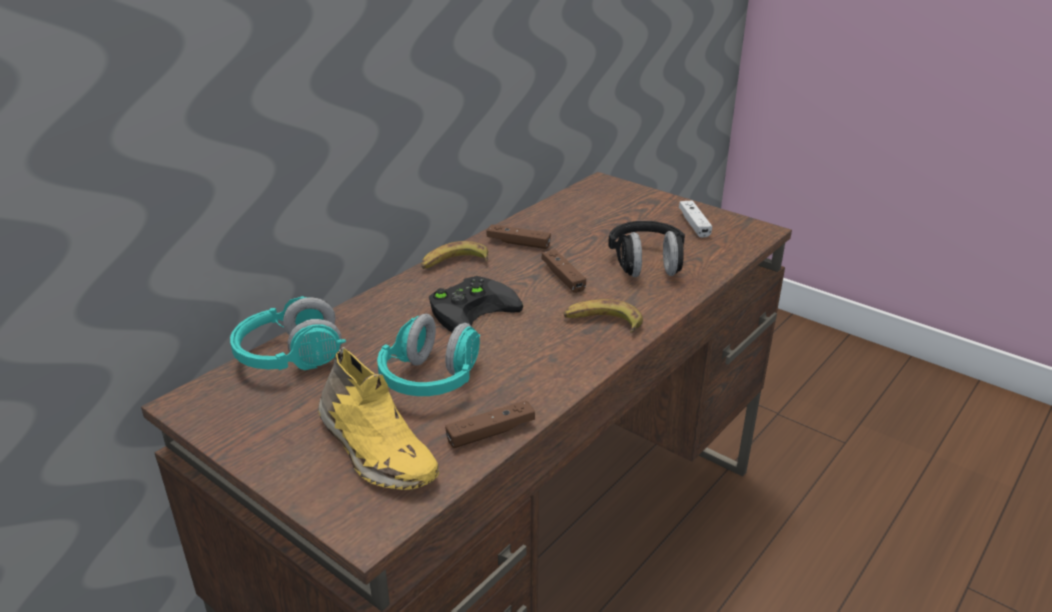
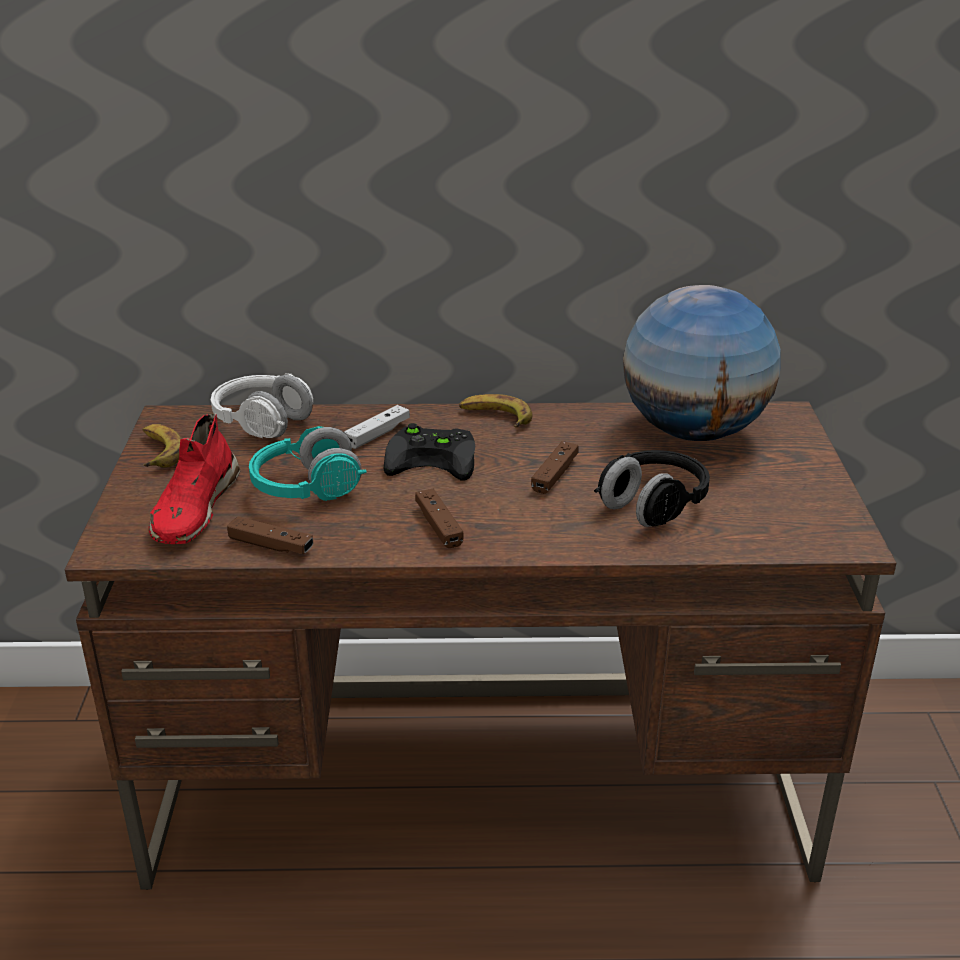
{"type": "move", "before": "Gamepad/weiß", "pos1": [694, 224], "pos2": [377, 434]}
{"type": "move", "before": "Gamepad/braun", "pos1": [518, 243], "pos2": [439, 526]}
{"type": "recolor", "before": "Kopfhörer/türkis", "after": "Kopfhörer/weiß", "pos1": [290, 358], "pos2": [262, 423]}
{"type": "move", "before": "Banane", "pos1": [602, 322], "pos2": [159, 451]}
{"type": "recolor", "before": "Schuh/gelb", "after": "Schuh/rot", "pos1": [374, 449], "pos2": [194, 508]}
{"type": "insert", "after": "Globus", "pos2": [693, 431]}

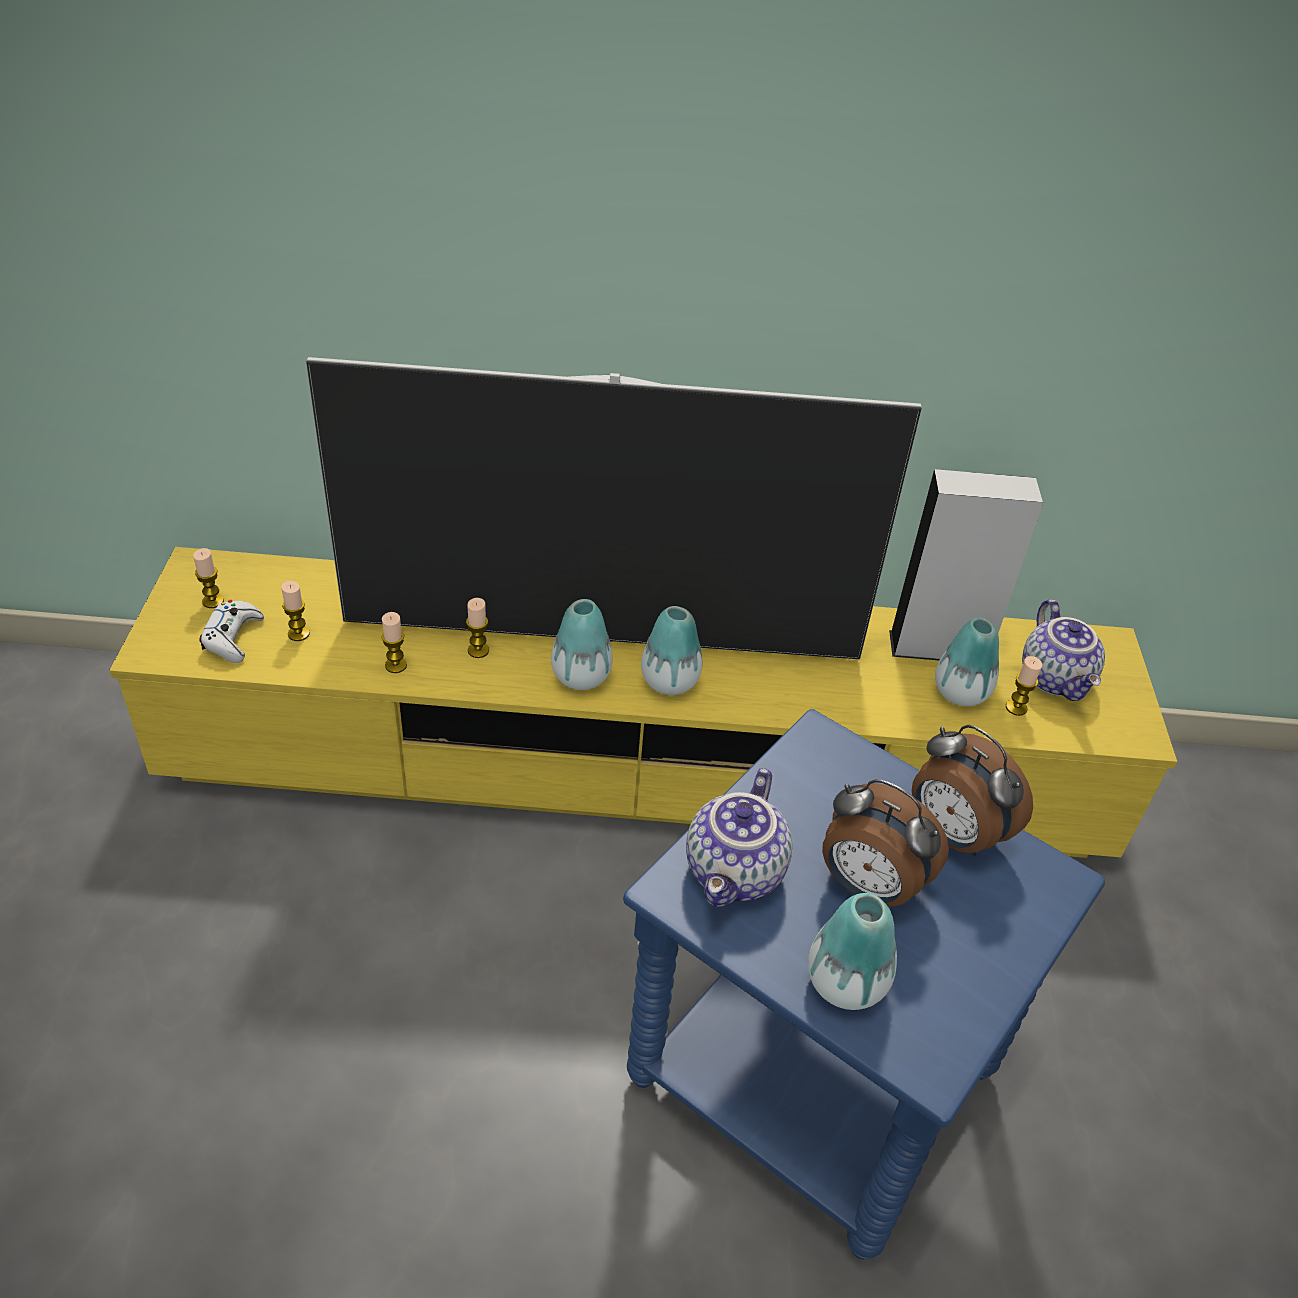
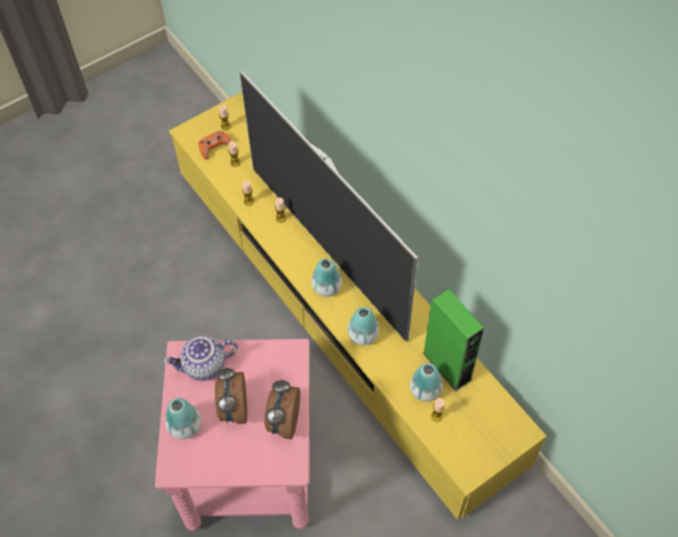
{"type": "recolor", "before": "Lautsprecher/grau", "after": "Lautsprecher/grün", "pos1": [939, 647], "pos2": [447, 366]}
{"type": "move", "before": "Vase", "pos1": [581, 676], "pos2": [363, 335]}
{"type": "delete", "before": "Teekanne", "pos1": [1056, 679]}
{"type": "recolor", "before": "Gamepad/weiß", "after": "Gamepad/orange", "pos1": [233, 638], "pos2": [214, 147]}
{"type": "recolor", "before": "Beistelltisch/blau", "after": "Beistelltisch/rosa", "pos1": [814, 1074], "pos2": [251, 468]}

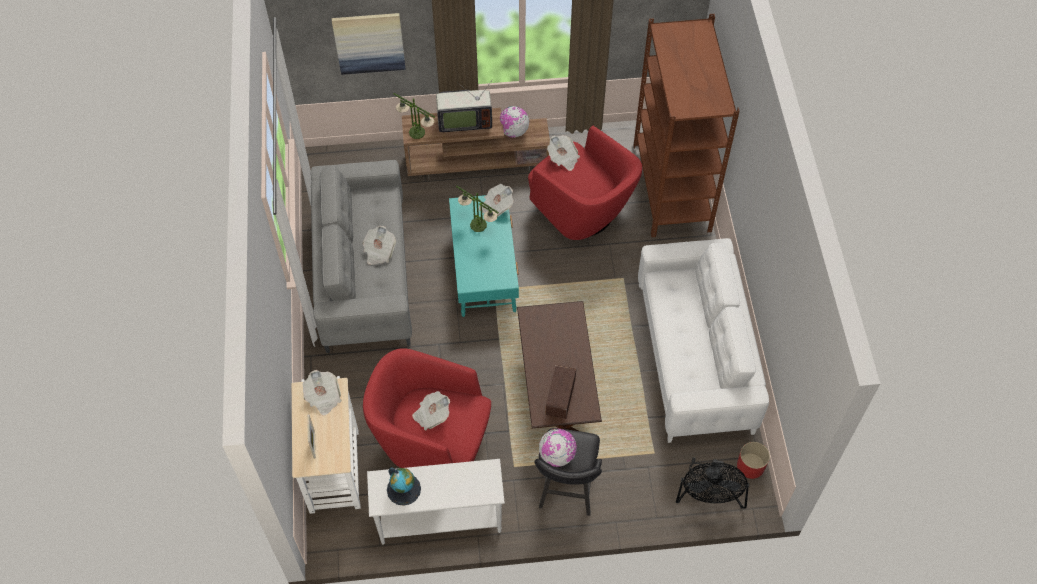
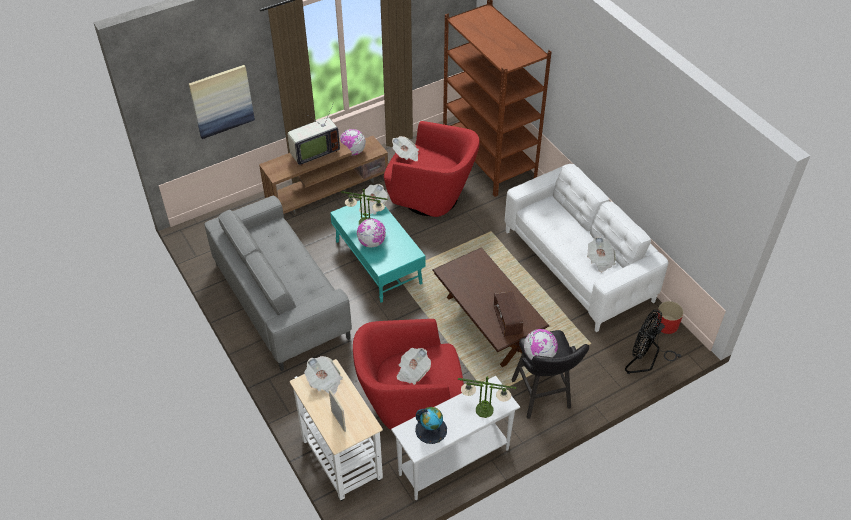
{"type": "move", "before": "Tischlampe", "pos1": [416, 132], "pos2": [484, 410]}
{"type": "move", "before": "Zeitung", "pos1": [379, 251], "pos2": [600, 260]}
{"type": "rotate", "before": "Ventilator/schwarz", "pos1": [707, 492], "pos2": [647, 355], "turn": 135}
{"type": "insert", "after": "Globus", "pos2": [372, 243]}

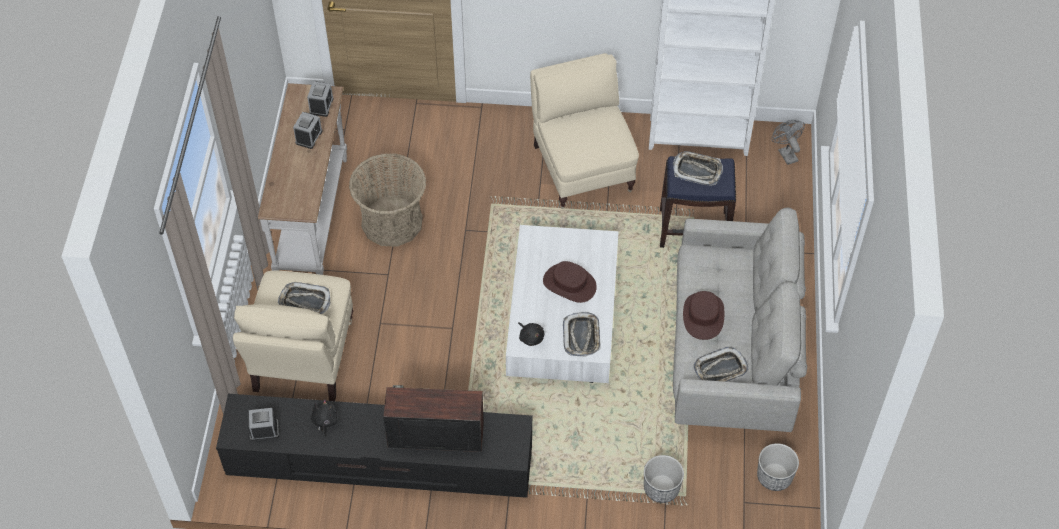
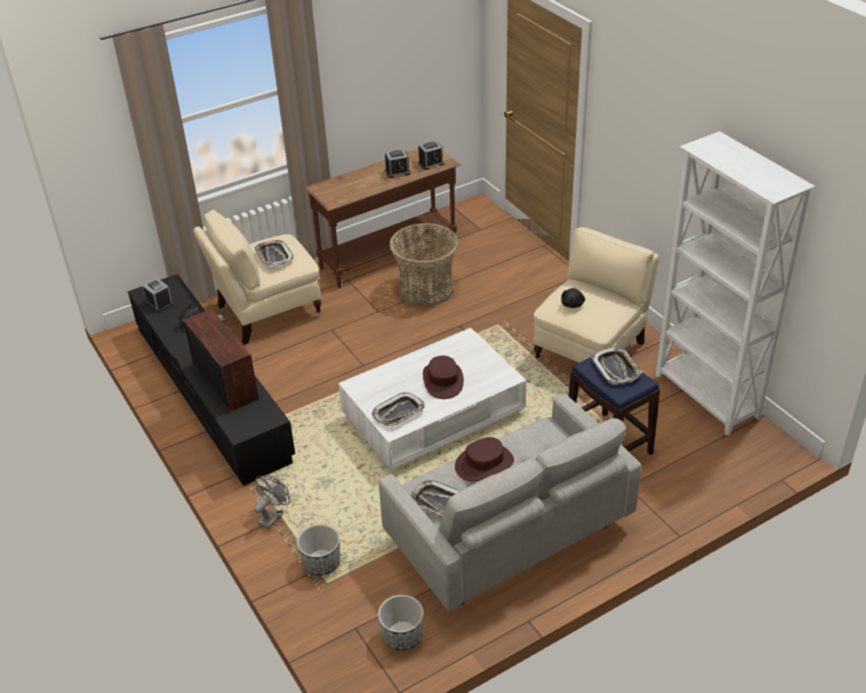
{"type": "recolor", "before": "Konsolentisch/weiß", "after": "Konsolentisch/braun", "pos1": [314, 218], "pos2": [389, 256]}
{"type": "move", "before": "Ventilator/grau", "pos1": [786, 153], "pos2": [273, 516]}
{"type": "move", "before": "Plüschtier/schwarz", "pos1": [531, 337], "pos2": [572, 304]}

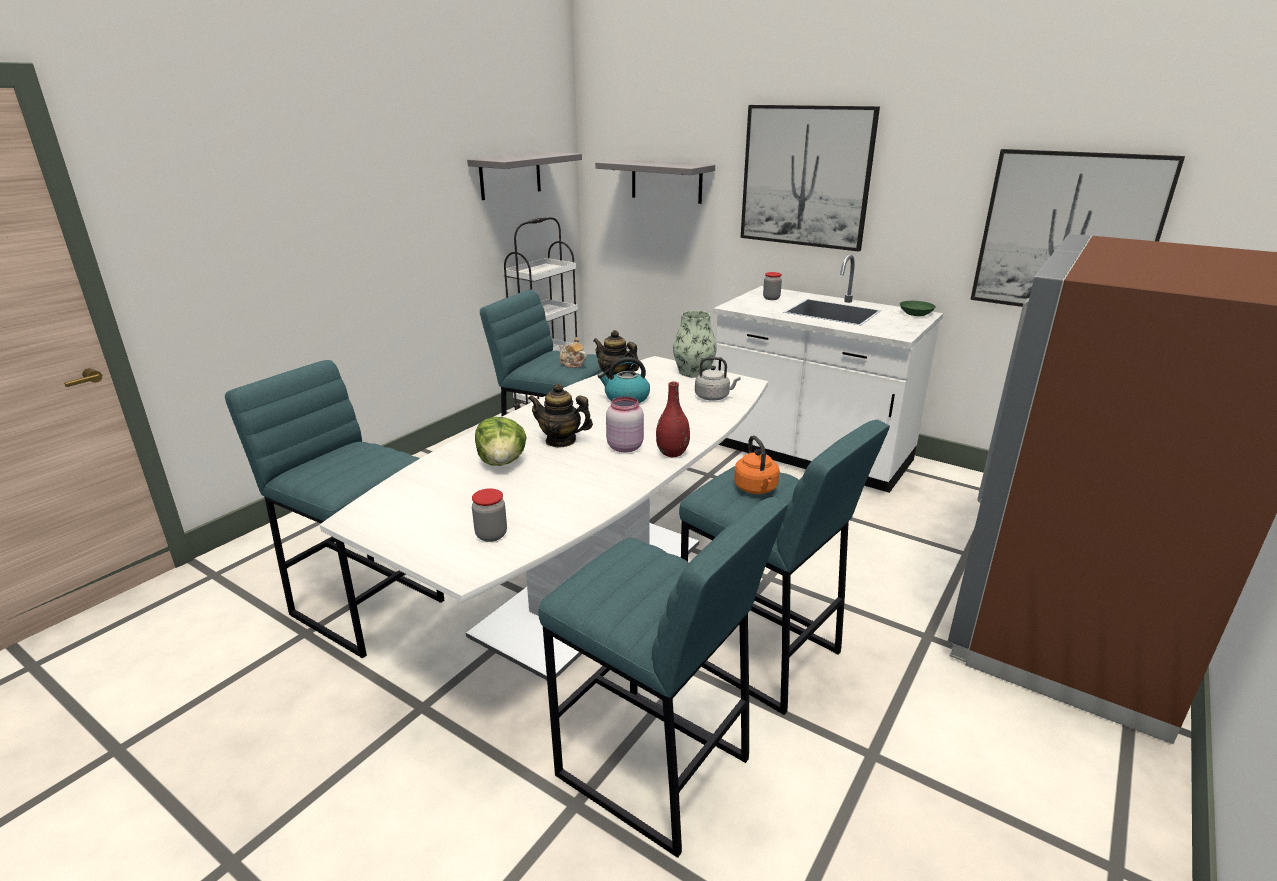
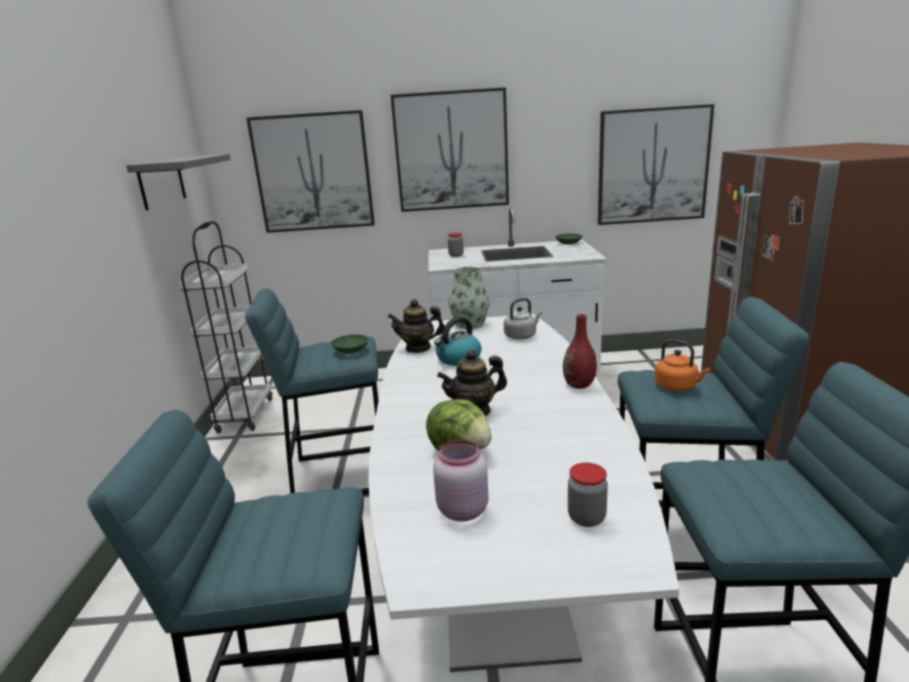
{"type": "replace", "before": "Wandregal/grau", "after": "Bild", "pos1": [666, 181], "pos2": [313, 173]}
{"type": "replace", "before": "Teekanne", "after": "Schüssel/grün", "pos1": [572, 364], "pos2": [351, 350]}
{"type": "move", "before": "Vorratsglas/rosa", "pos1": [624, 447], "pos2": [461, 509]}

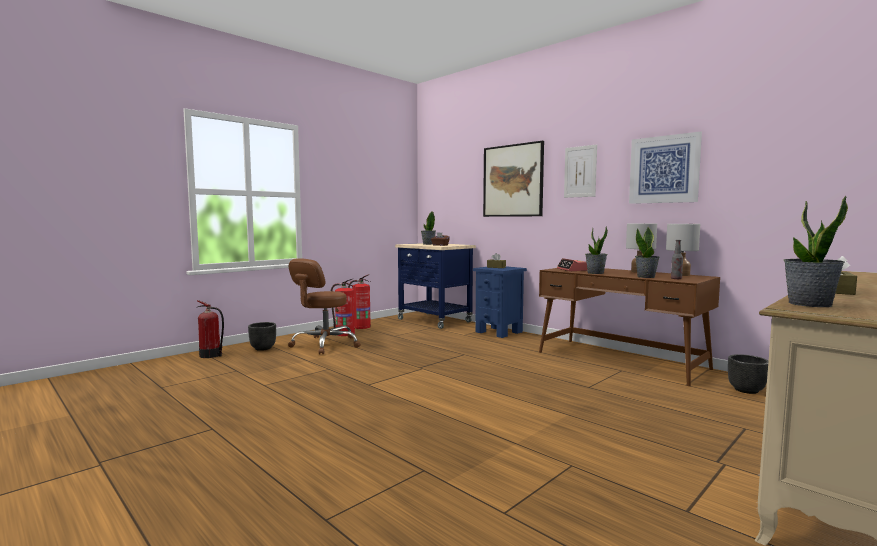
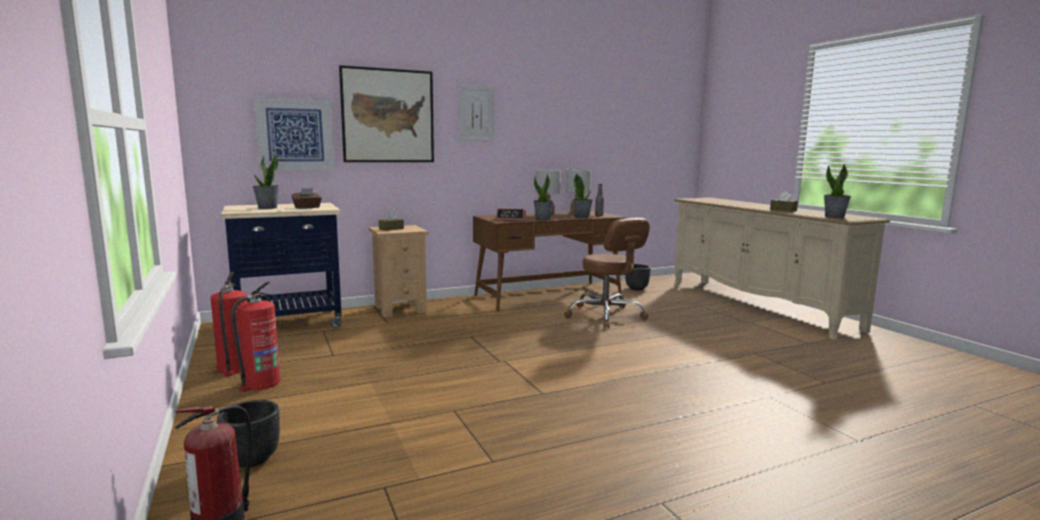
{"type": "move", "before": "Bild", "pos1": [664, 169], "pos2": [295, 134]}
{"type": "move", "before": "Bürostuhl/braun", "pos1": [323, 345], "pos2": [607, 317]}
{"type": "recolor", "before": "Nachttisch/blau", "after": "Nachttisch/beige", "pos1": [498, 332], "pos2": [401, 309]}

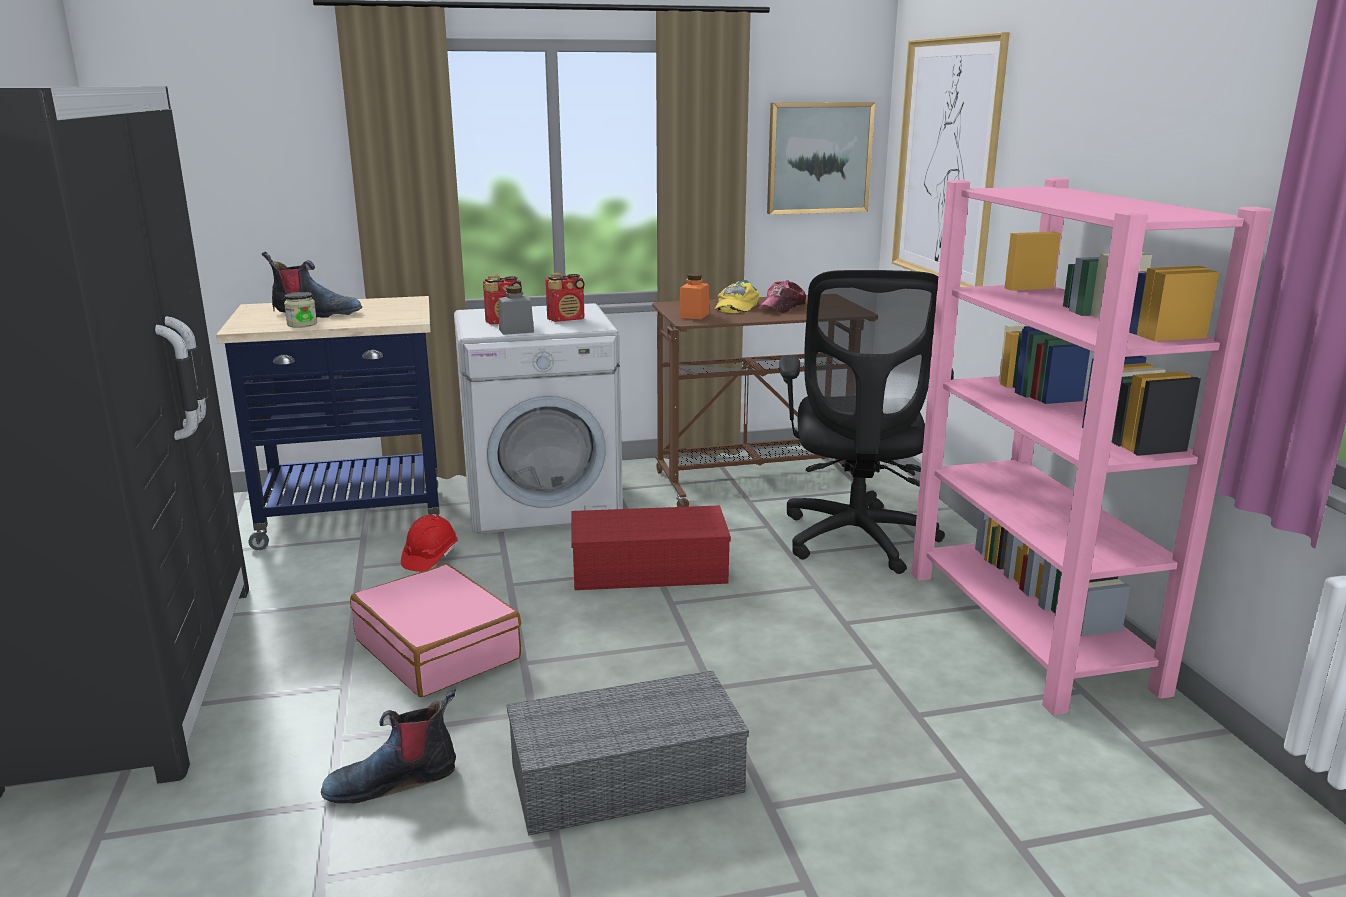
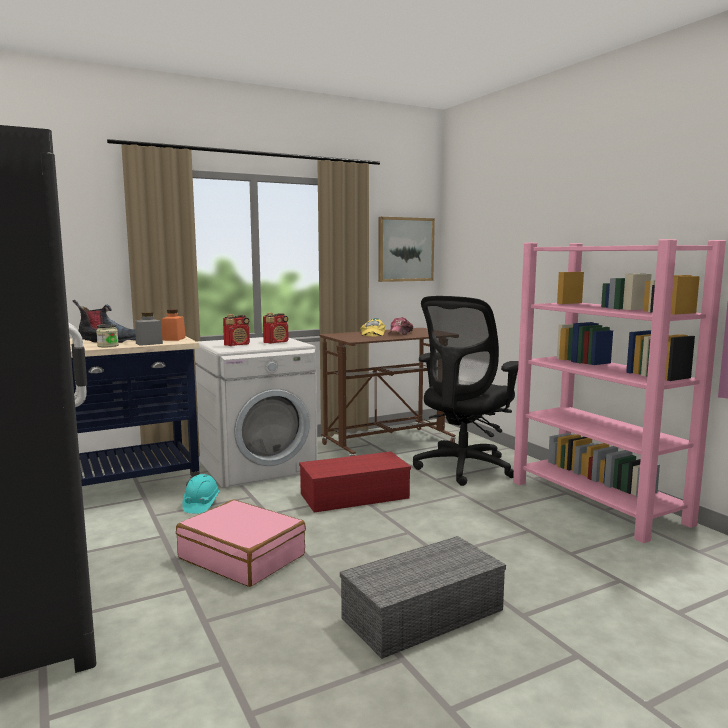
{"type": "delete", "before": "Bild", "pos1": [946, 162]}
{"type": "rotate", "before": "Bürostuhl/schwarz", "pos1": [854, 534], "pos2": [465, 465], "turn": 45}
{"type": "move", "before": "Vorratsglas/orange", "pos1": [694, 315], "pos2": [173, 339]}
{"type": "move", "before": "Vorratsglas/grau", "pos1": [516, 330], "pos2": [149, 343]}
{"type": "recolor", "before": "Schutzhelm/rot", "after": "Schutzhelm/türkis", "pos1": [430, 557], "pos2": [201, 504]}
{"type": "delete", "before": "Stiefel", "pos1": [393, 780]}

